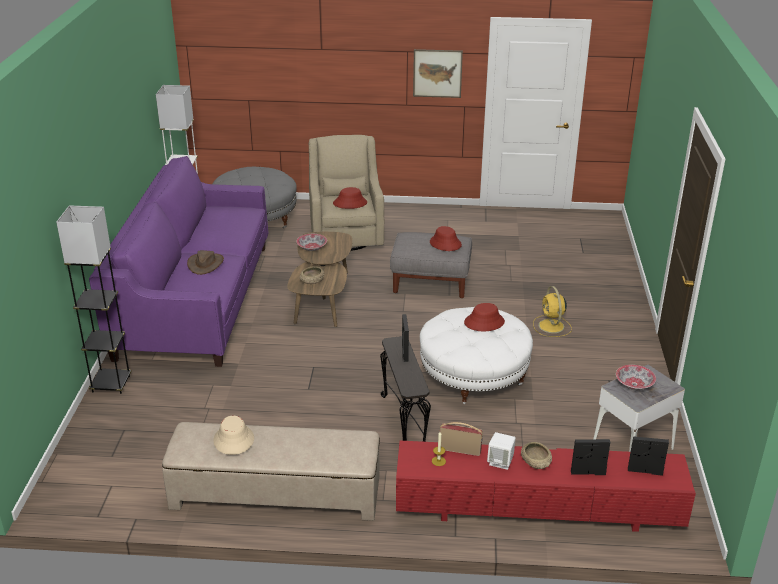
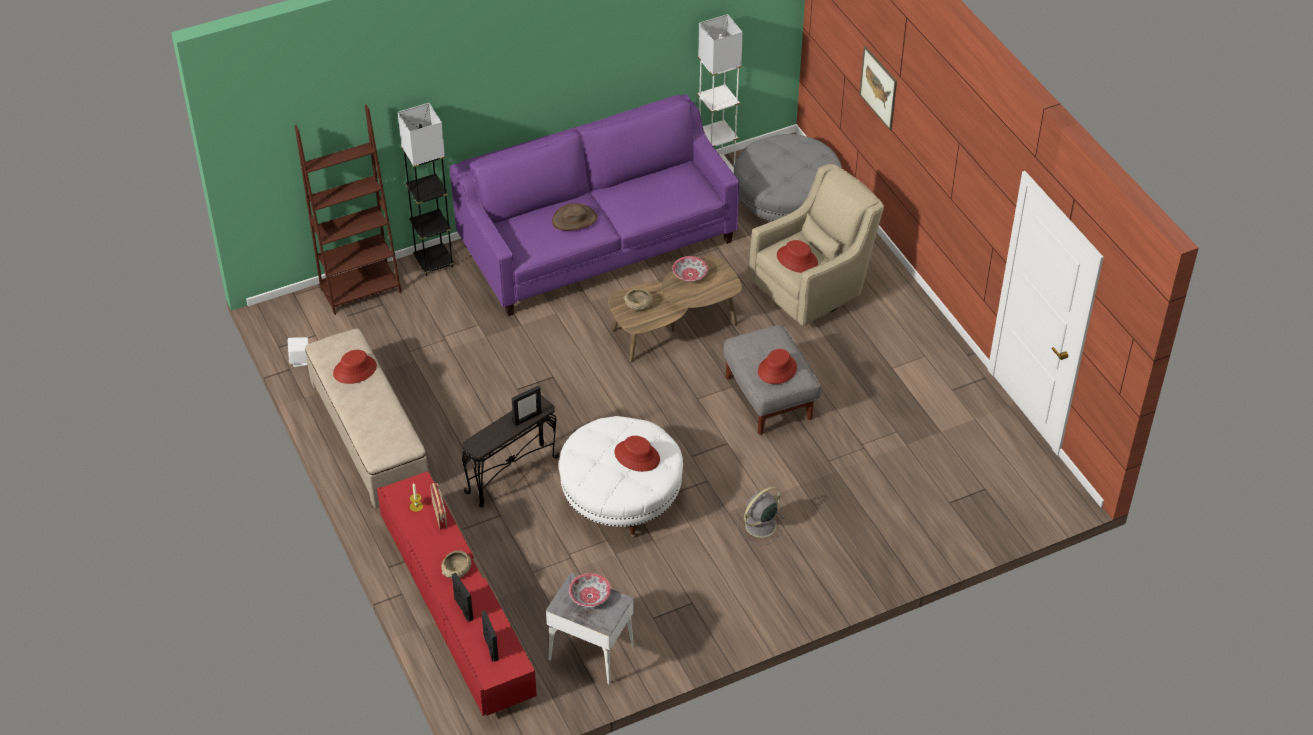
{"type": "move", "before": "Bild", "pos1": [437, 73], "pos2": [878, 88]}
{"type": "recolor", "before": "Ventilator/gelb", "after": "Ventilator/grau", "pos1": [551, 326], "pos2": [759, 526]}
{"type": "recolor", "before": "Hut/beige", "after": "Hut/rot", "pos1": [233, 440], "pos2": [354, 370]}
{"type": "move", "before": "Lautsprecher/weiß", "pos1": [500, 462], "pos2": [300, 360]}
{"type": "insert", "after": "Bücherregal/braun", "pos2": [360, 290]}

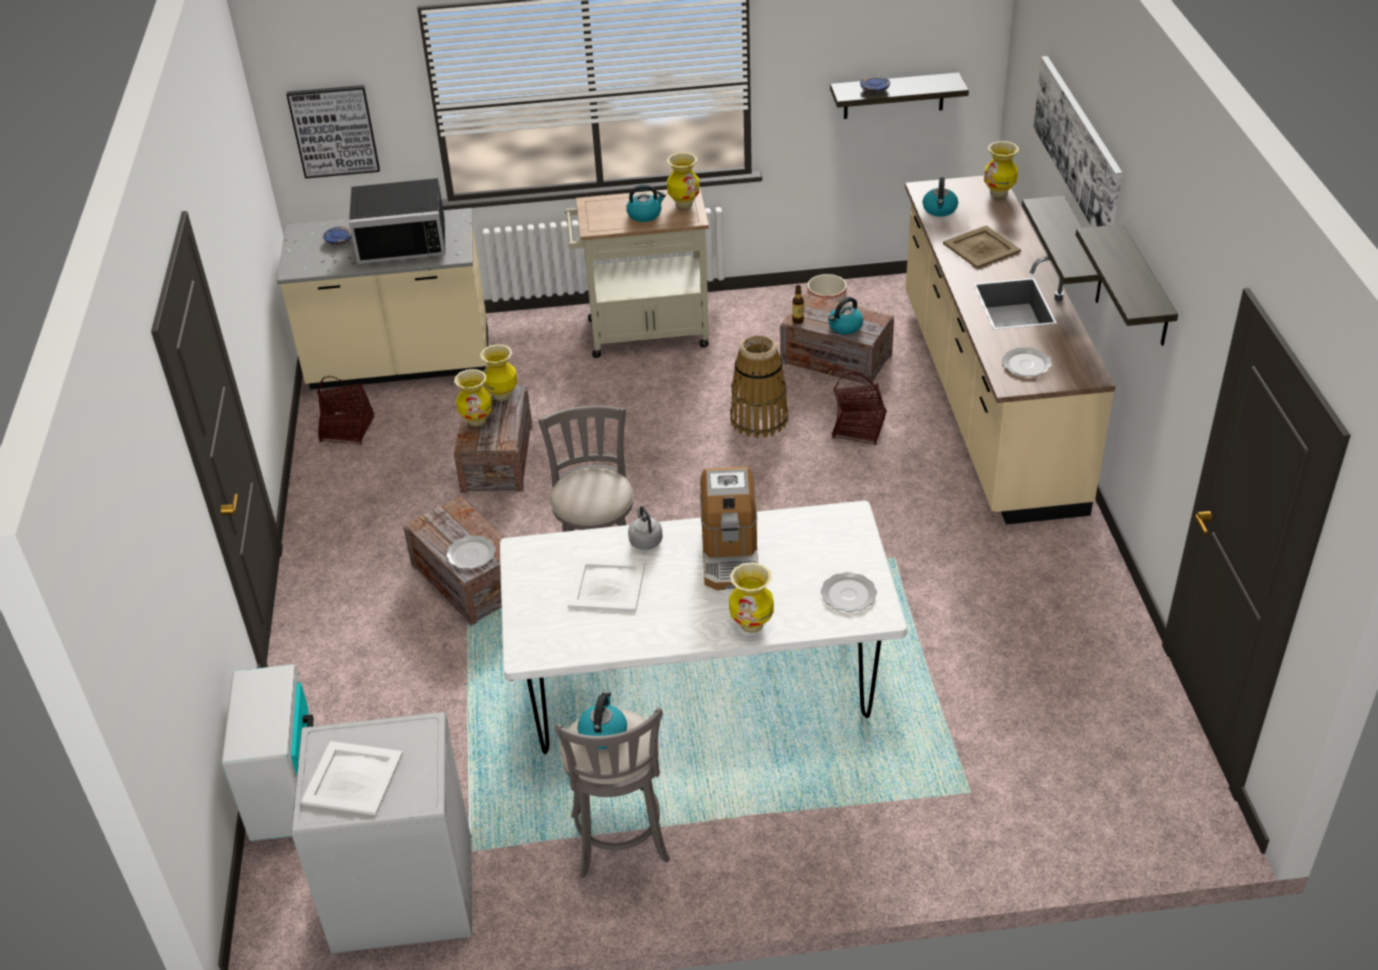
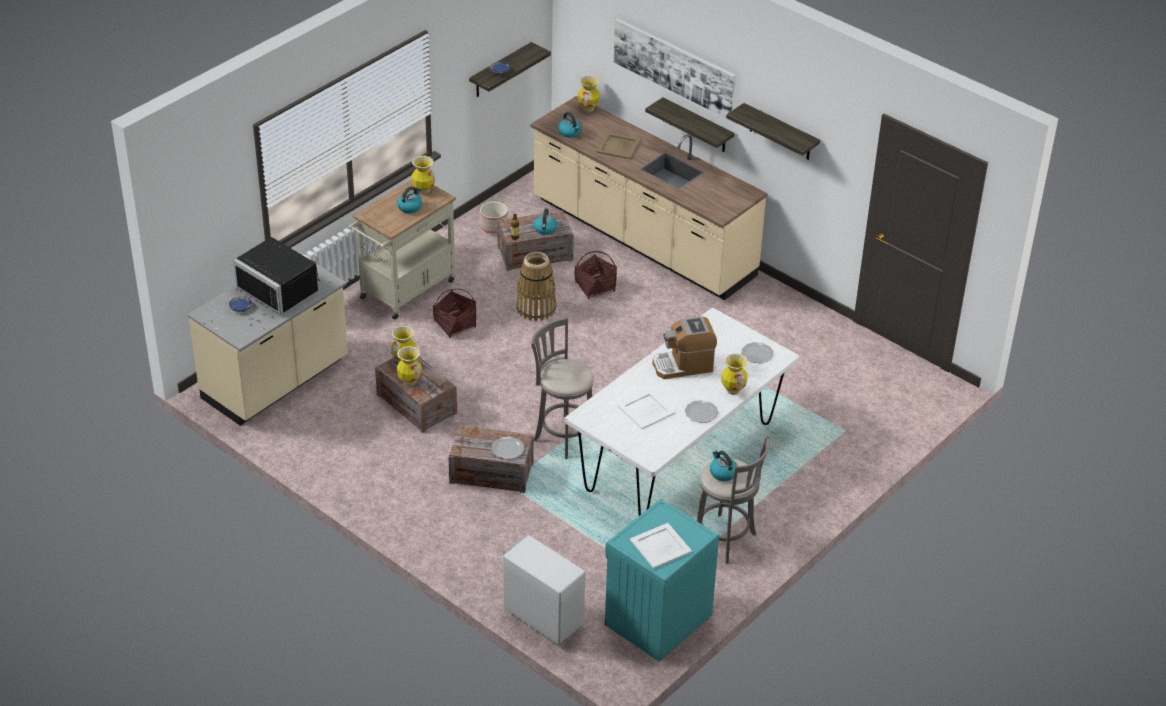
{"type": "delete", "before": "Bild", "pos1": [334, 131]}
{"type": "rotate", "before": "Mikrowelle/schwarz", "pos1": [403, 239], "pos2": [282, 288], "turn": 90}
{"type": "move", "before": "Teller", "pos1": [1025, 364], "pos2": [701, 413]}
{"type": "move", "before": "Korb", "pos1": [347, 430], "pos2": [454, 324]}
{"type": "rotate", "before": "Kaffeemaschine", "pos1": [730, 555], "pos2": [683, 365], "turn": 120}
{"type": "delete", "before": "Wasserkessel/grau", "pos1": [645, 540]}
{"type": "recolor", "before": "Waschmaschine/weiß", "after": "Waschmaschine/türkis", "pos1": [403, 891], "pos2": [656, 619]}

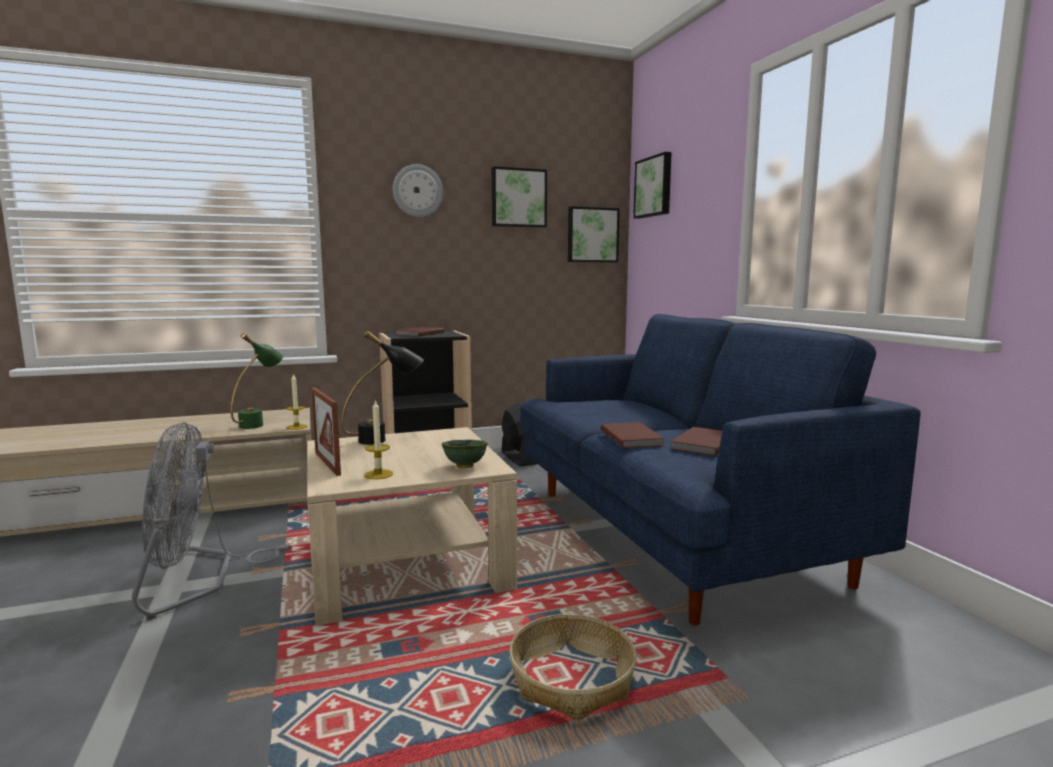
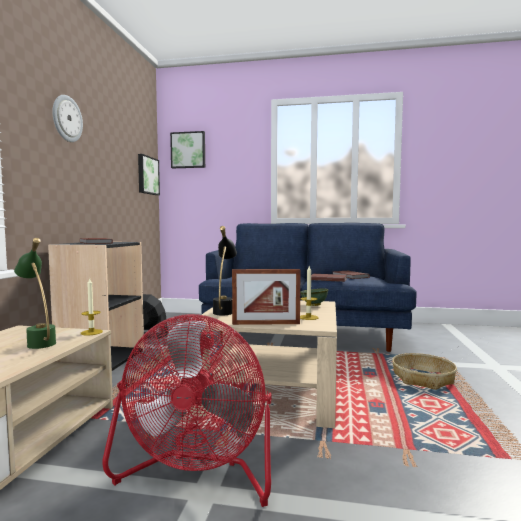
{"type": "delete", "before": "Bild", "pos1": [518, 198]}
{"type": "recolor", "before": "Ventilator/grau", "after": "Ventilator/rot", "pos1": [202, 574], "pos2": [193, 472]}

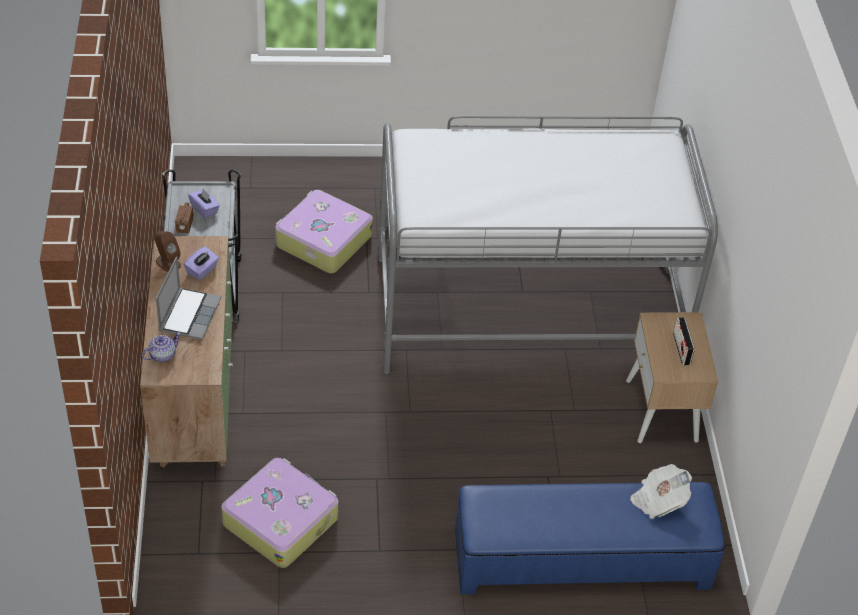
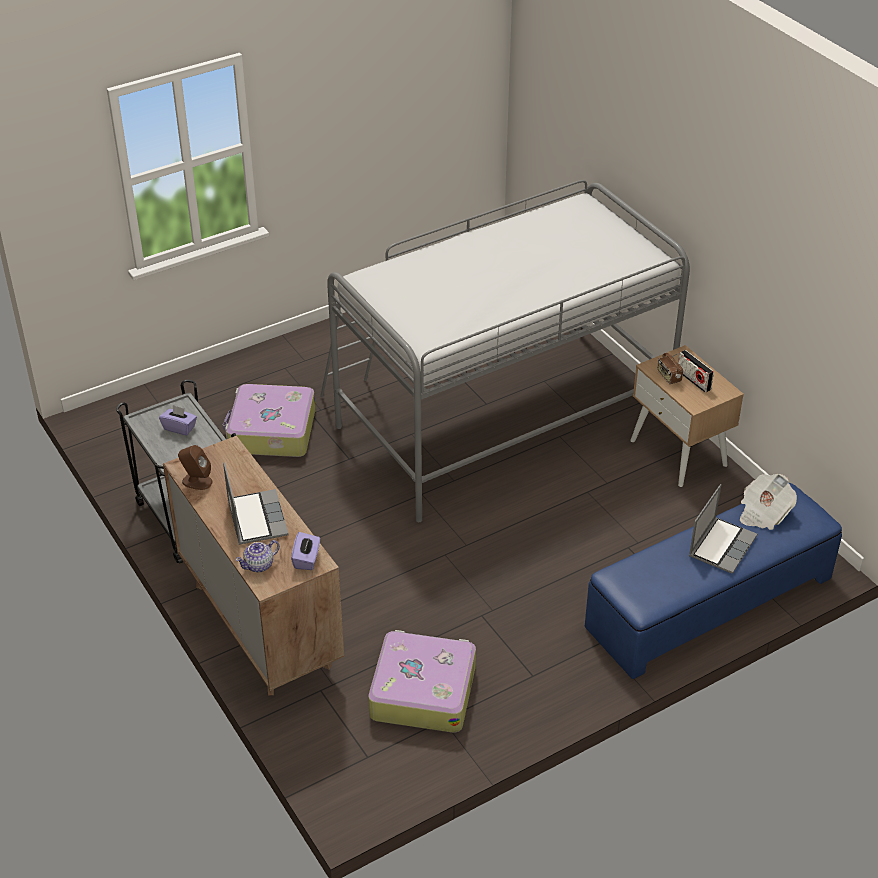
{"type": "move", "before": "Radio", "pos1": [184, 225], "pos2": [668, 377]}
{"type": "move", "before": "Taschentuchbox/lila", "pos1": [202, 270], "pos2": [307, 559]}
{"type": "rotate", "before": "Teekanne", "pos1": [162, 355], "pos2": [259, 565], "turn": -150}
{"type": "insert", "after": "Laptop", "pos2": [721, 545]}

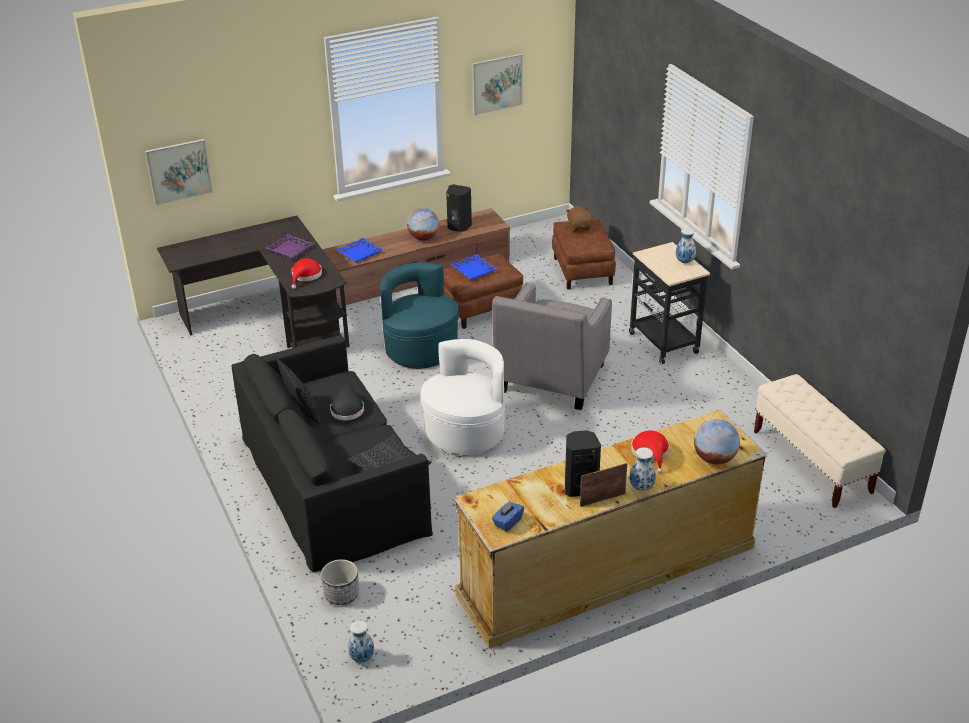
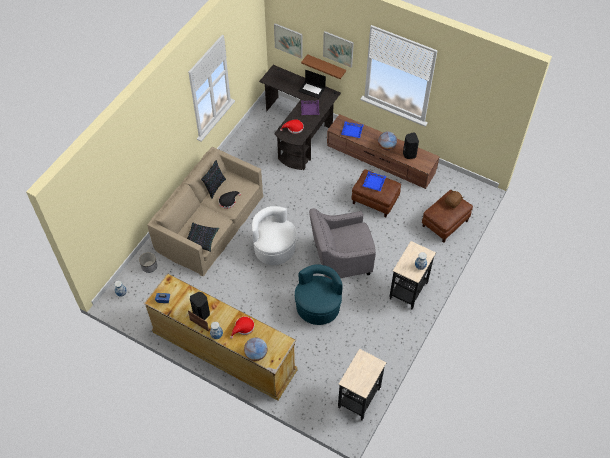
{"type": "move", "before": "Bild", "pos1": [497, 84], "pos2": [338, 48]}
{"type": "move", "before": "Sessel/türkis", "pos1": [422, 350], "pos2": [318, 308]}
{"type": "recolor", "before": "Sofa/schwarz", "after": "Sofa/beige", "pos1": [333, 482], "pos2": [210, 223]}
{"type": "rotate", "before": "Sessel/weiß", "pos1": [464, 434], "pos2": [275, 249], "turn": -135}
{"type": "replace", "before": "Bank/beige", "after": "Rollwagen", "pos1": [812, 462], "pos2": [359, 399]}
{"type": "insert", "after": "Wandregal/braun", "pos2": [326, 67]}
{"type": "insert", "after": "Laptop", "pos2": [312, 89]}

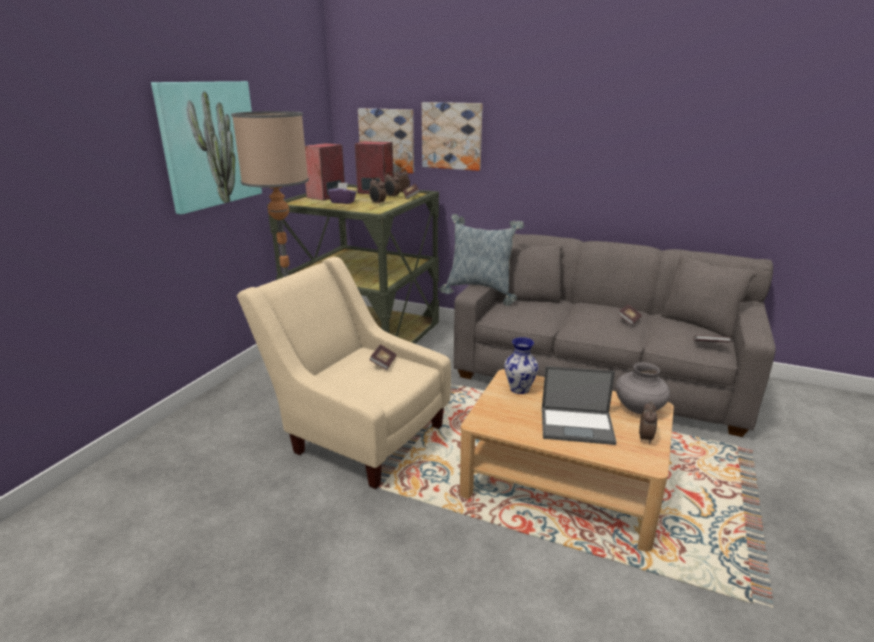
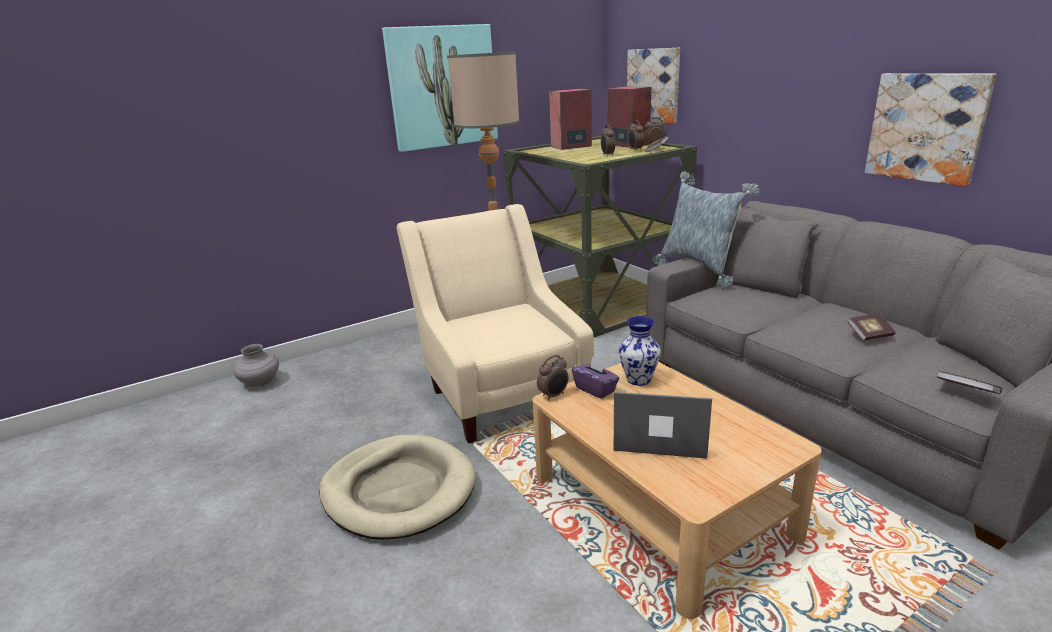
{"type": "move", "before": "Bild", "pos1": [452, 136], "pos2": [926, 127]}
{"type": "move", "before": "Taschentuchbox/lila", "pos1": [343, 202], "pos2": [595, 389]}
{"type": "delete", "before": "Buch", "pos1": [383, 363]}
{"type": "move", "before": "Vase/grau", "pos1": [639, 409], "pos2": [260, 382]}
{"type": "rotate", "before": "Laptop", "pos1": [577, 425], "pos2": [658, 434], "turn": 150}
{"type": "move", "before": "Wecker", "pos1": [646, 438], "pos2": [554, 395]}
{"type": "insert", "after": "Hundebett/beige", "pos2": [399, 490]}

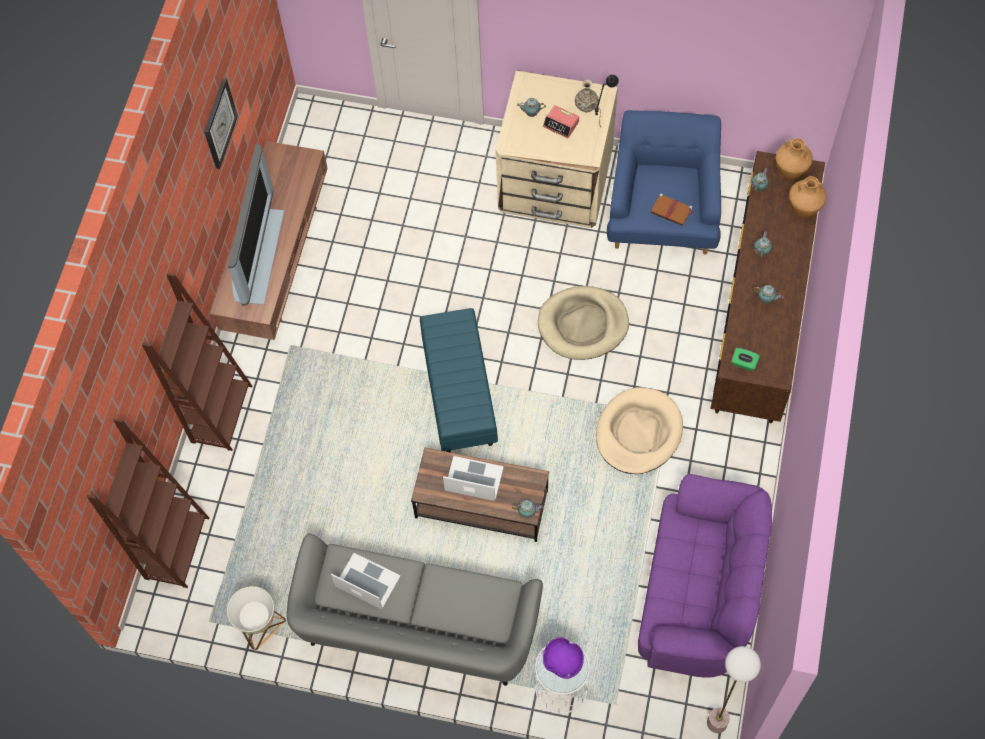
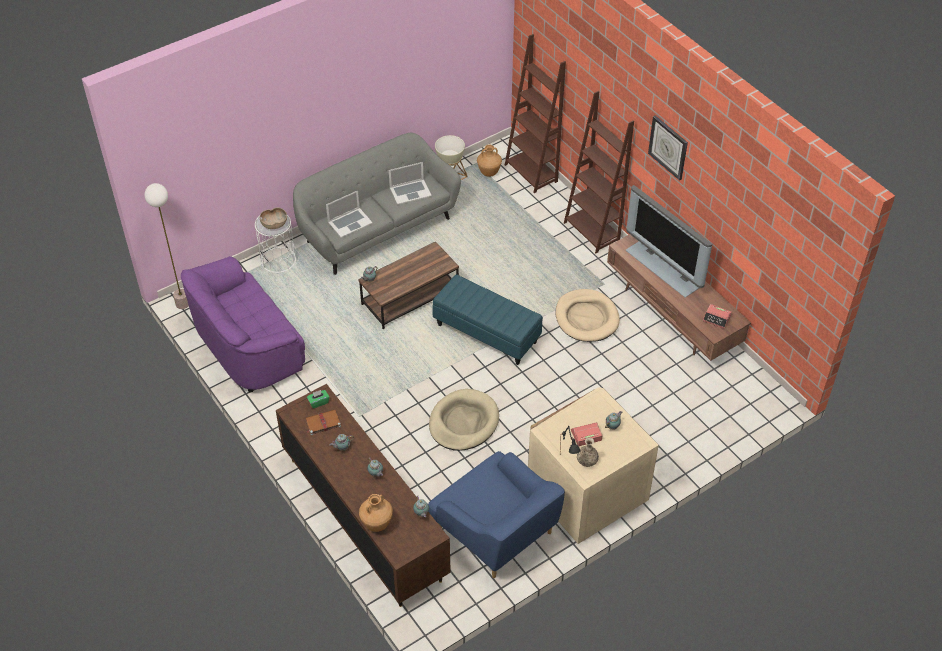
{"type": "move", "before": "Wanduhr", "pos1": [219, 123], "pos2": [668, 147]}
{"type": "move", "before": "Vase/braun", "pos1": [790, 171], "pos2": [489, 173]}
{"type": "move", "before": "Buch/braun", "pos1": [671, 211], "pos2": [322, 423]}
{"type": "move", "before": "Hundebett/beige", "pos1": [638, 432], "pos2": [586, 318]}
{"type": "move", "before": "Laptop", "pos1": [474, 479], "pos2": [350, 222]}
{"type": "recolor", "before": "Schüssel/lila", "after": "Schüssel/braun", "pos1": [563, 661], "pos2": [274, 225]}
{"type": "insert", "after": "Wecker", "pos2": [717, 319]}

